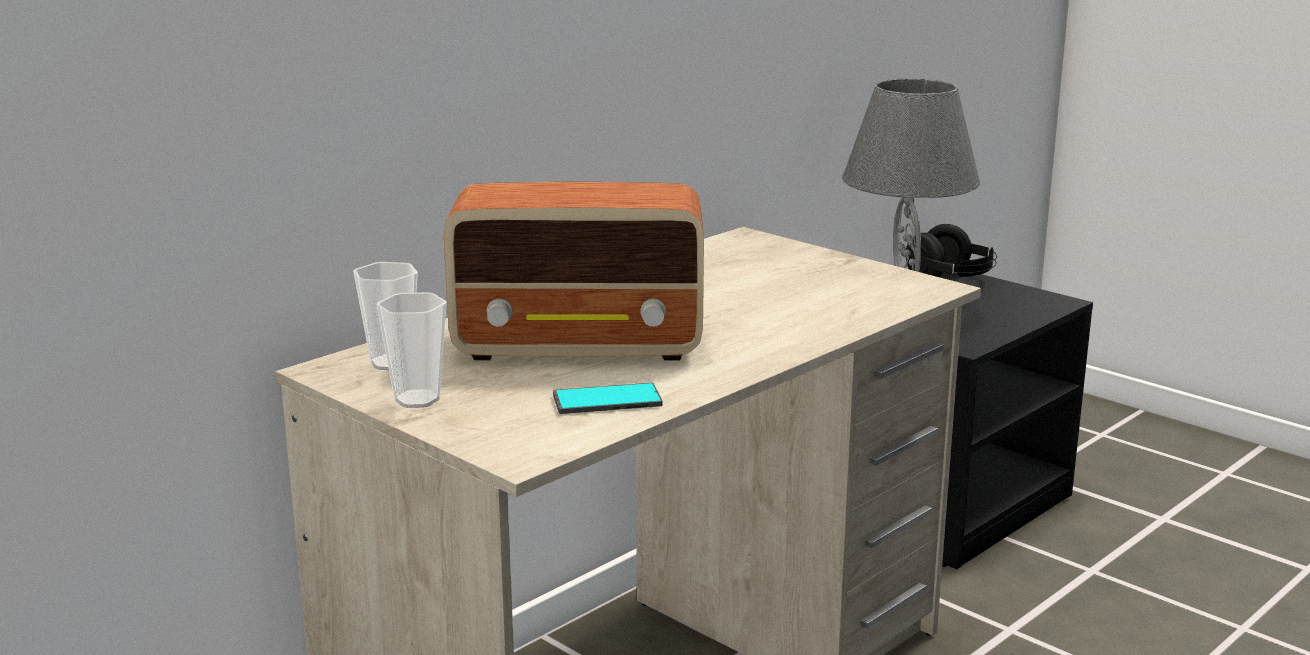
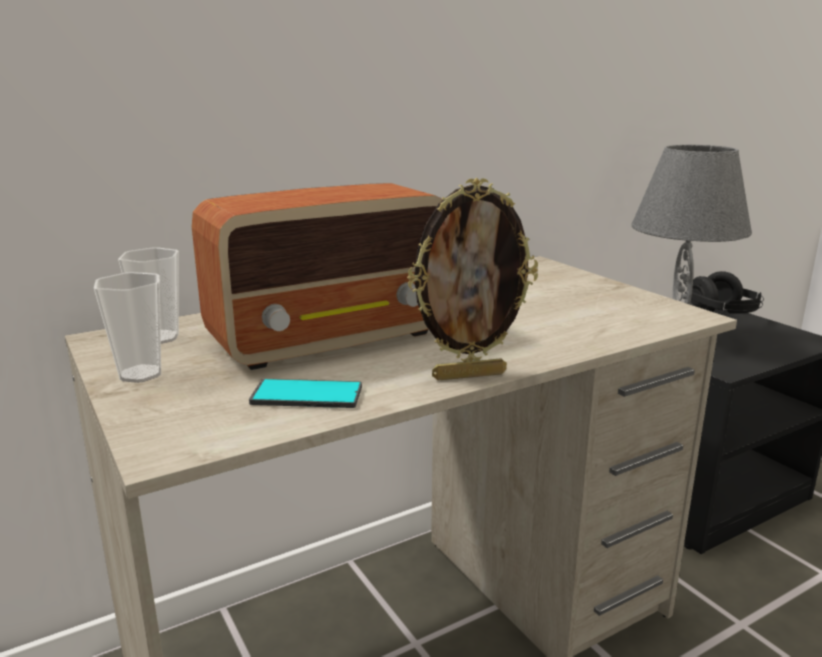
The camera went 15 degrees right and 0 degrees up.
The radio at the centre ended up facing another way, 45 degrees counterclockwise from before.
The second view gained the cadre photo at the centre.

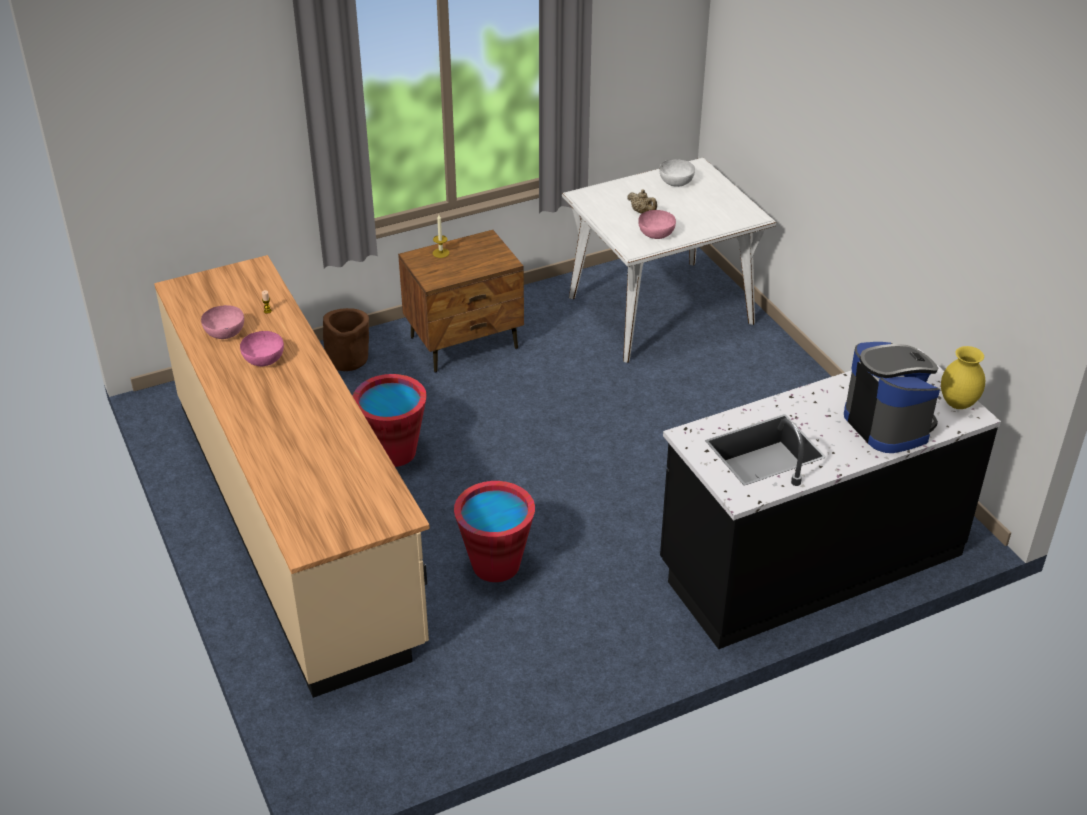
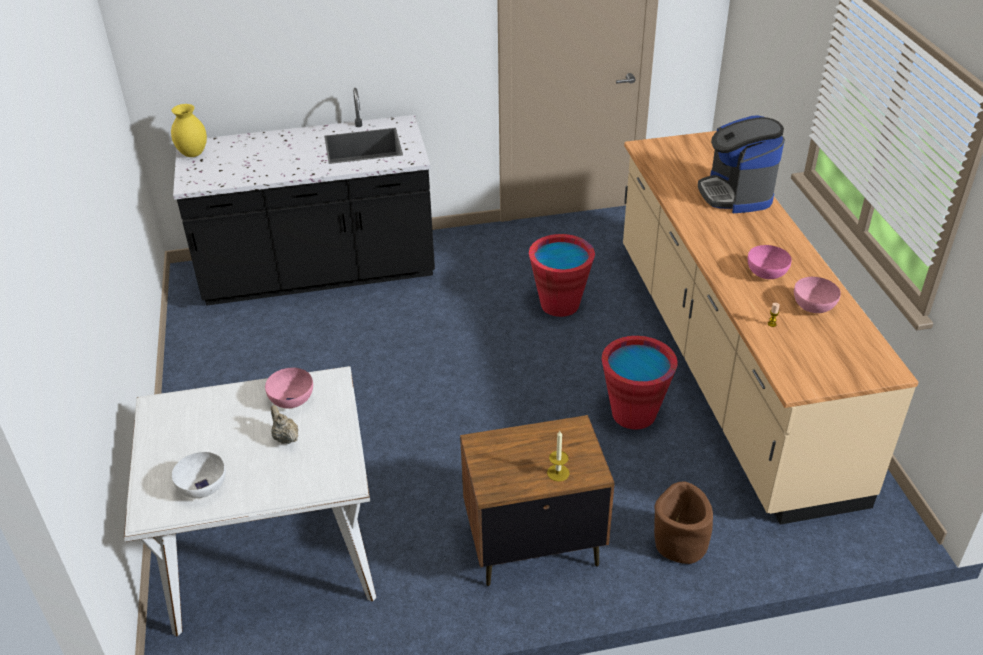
The camera went 165 degrees left and 0 degrees up.
The machine à café ended up elsewhere, having gone from the middle right to the top right.

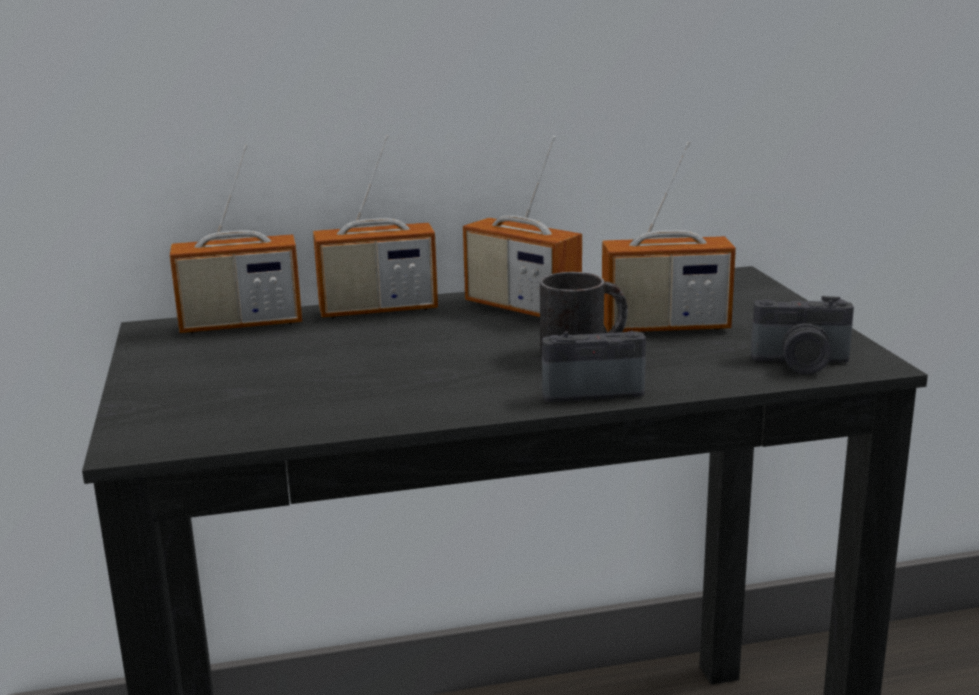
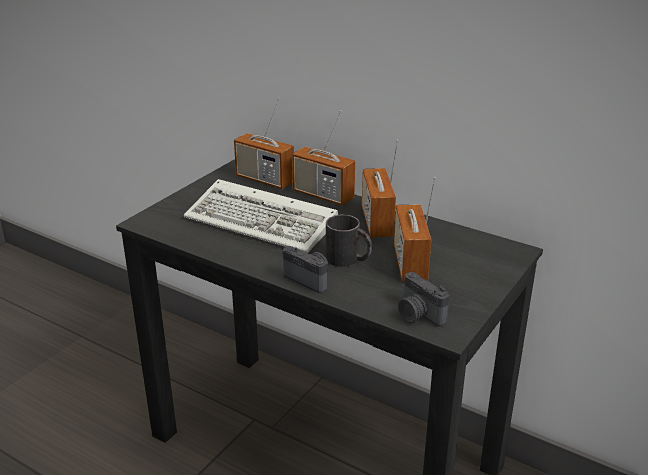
The camera went 45 degrees right and 10 degrees up.
The second view gained the clavier at the centre.
The radio (4th from left) at the middle right ended up facing another way, 45 degrees clockwise from before.

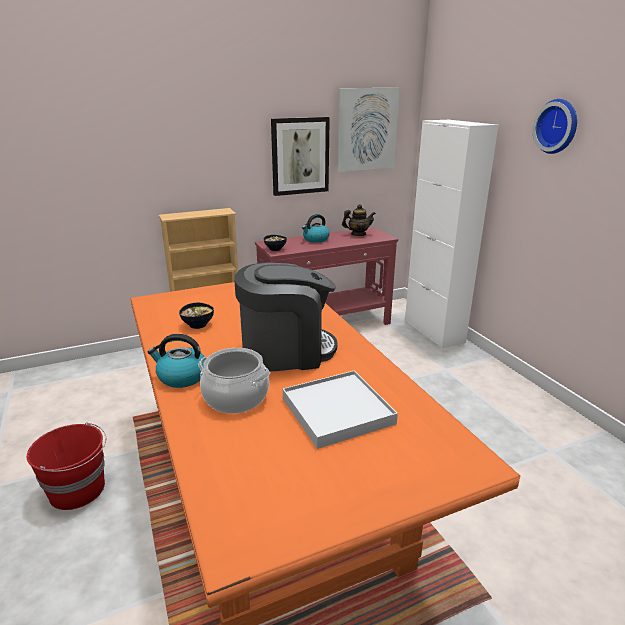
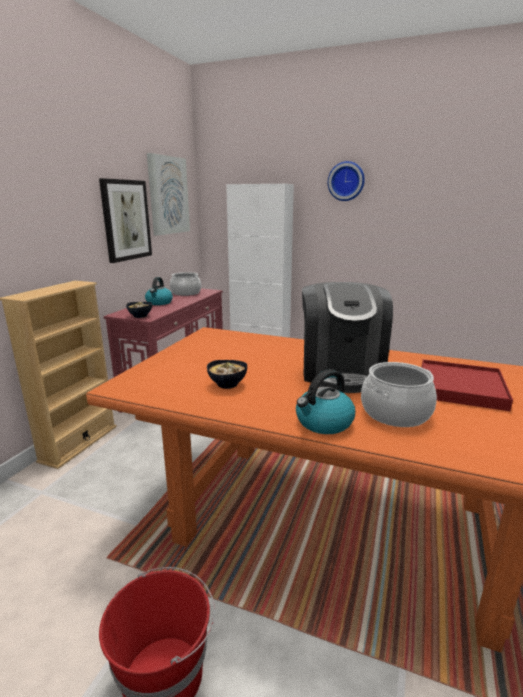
The camera went 45 degrees left and 5 degrees down.
Where the théière stood at the centre, the marmite (1st from left) came to stand at the centre.
The machine à café at the centre ended up facing another way, 150 degrees clockwise from before.
What was the plateau/blanc at the centre turned into the plateau/rouge at the middle right.

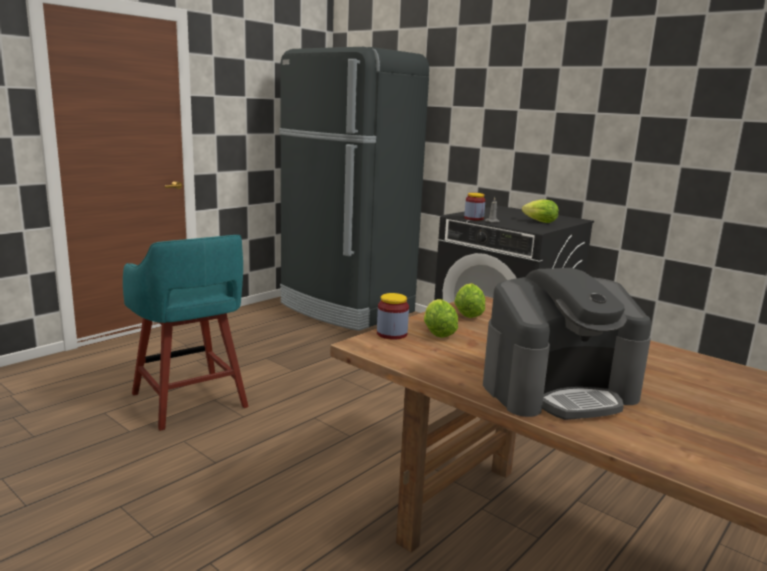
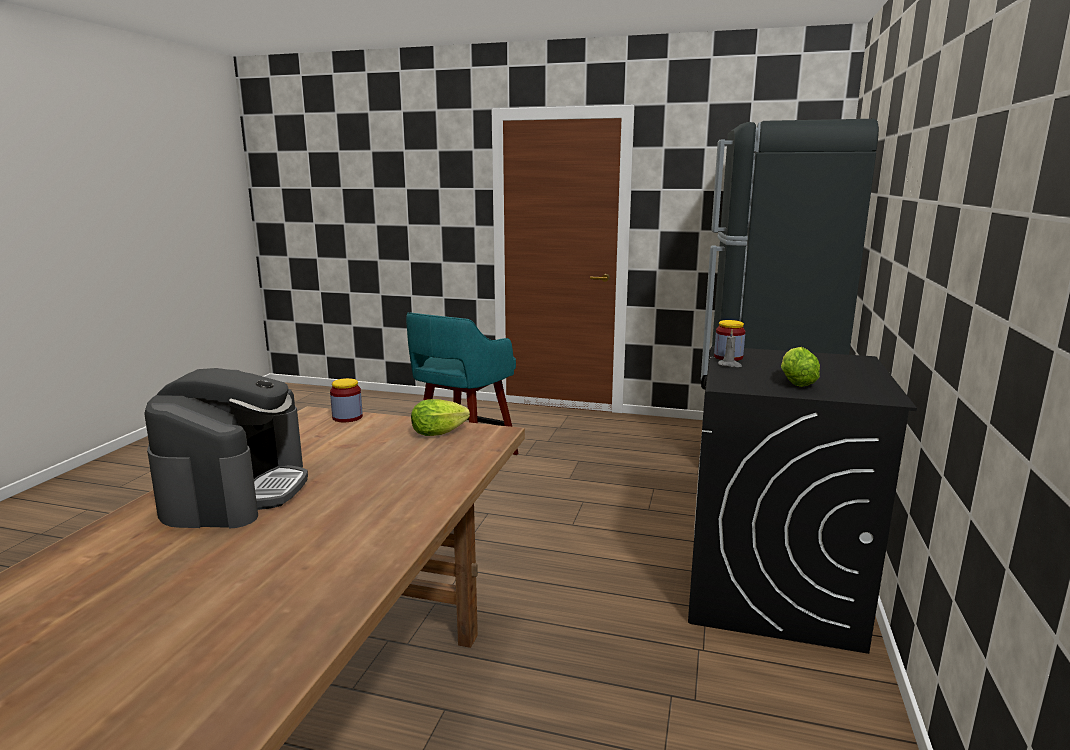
The camera went 65 degrees right and 0 degrees up.
The machine à café at the middle right ended up facing another way, 135 degrees counterclockwise from before.
The second view lost the laitue (1st from left) at the centre.

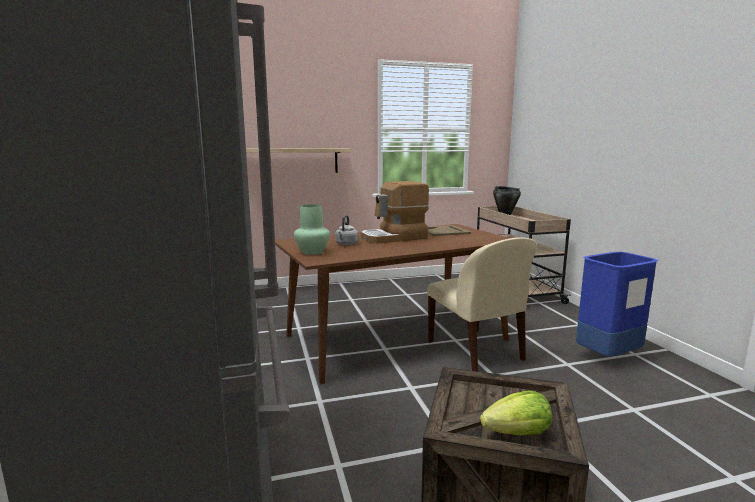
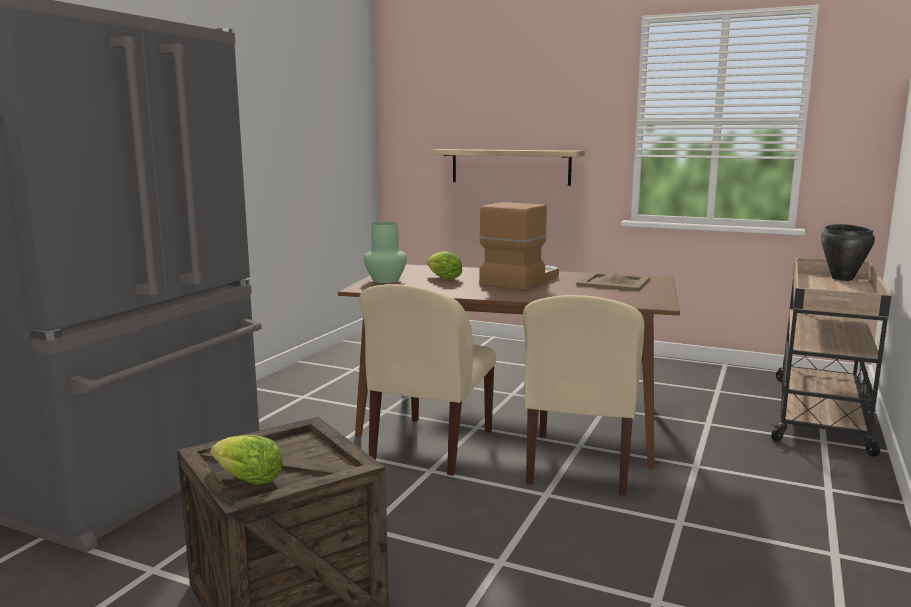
The camera went 40 degrees right and 0 degrees up.
The second view gained the chaise/beige (1st from left) at the centre.
Where the bouilloire/gris stood at the centre, the laitue (2nd from left) came to stand at the centre.
The machine à café at the centre ended up facing another way, 105 degrees clockwise from before.
The second view lost the poubelle/bleu at the middle right.

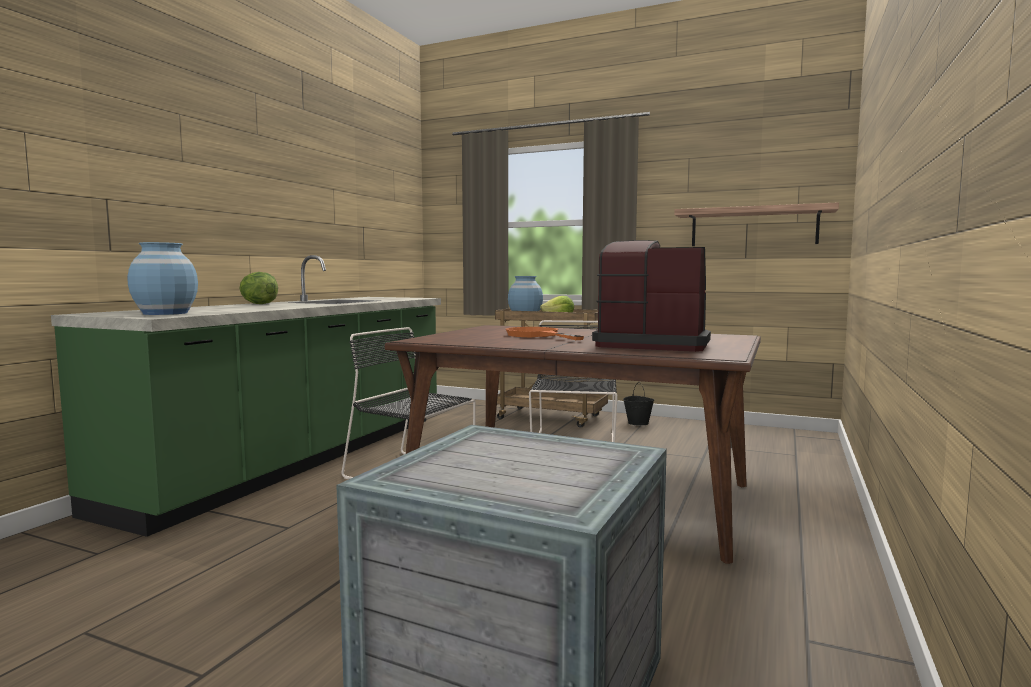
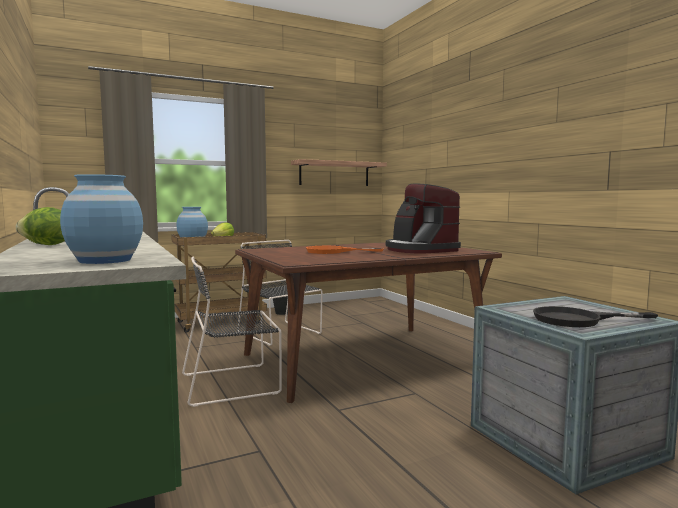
The camera went 50 degrees left and 0 degrees up.
The machine à café at the centre ended up facing another way, 90 degrees counterclockwise from before.
The second view gained the poêle/noir at the middle right.

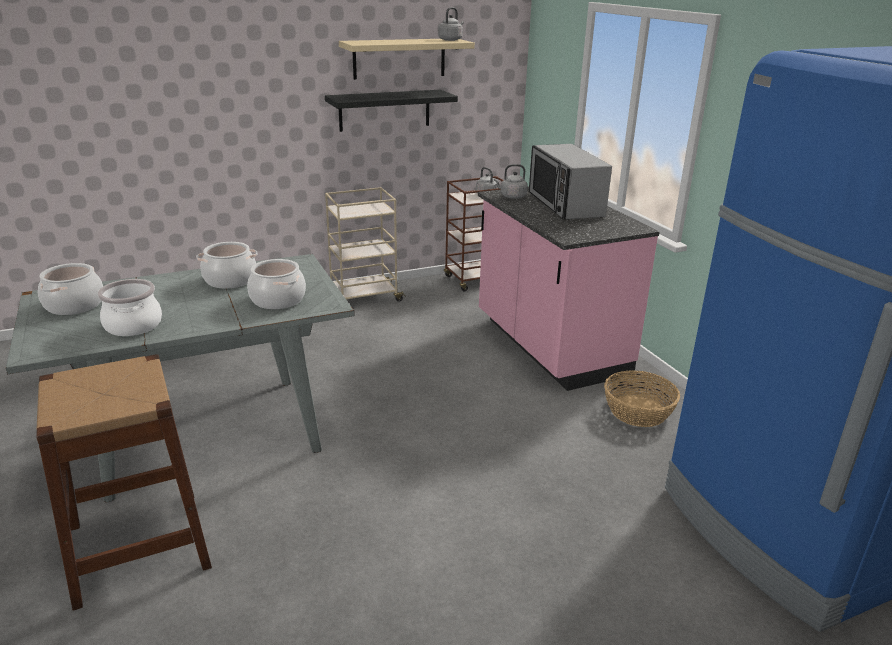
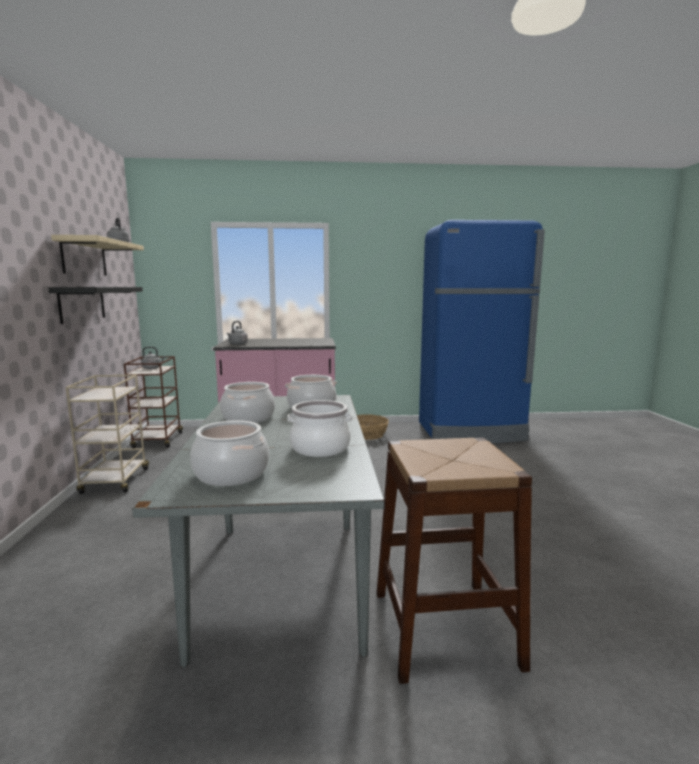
The camera went 70 degrees left and 15 degrees down.
The second view lost the micro-ondes at the top centre.

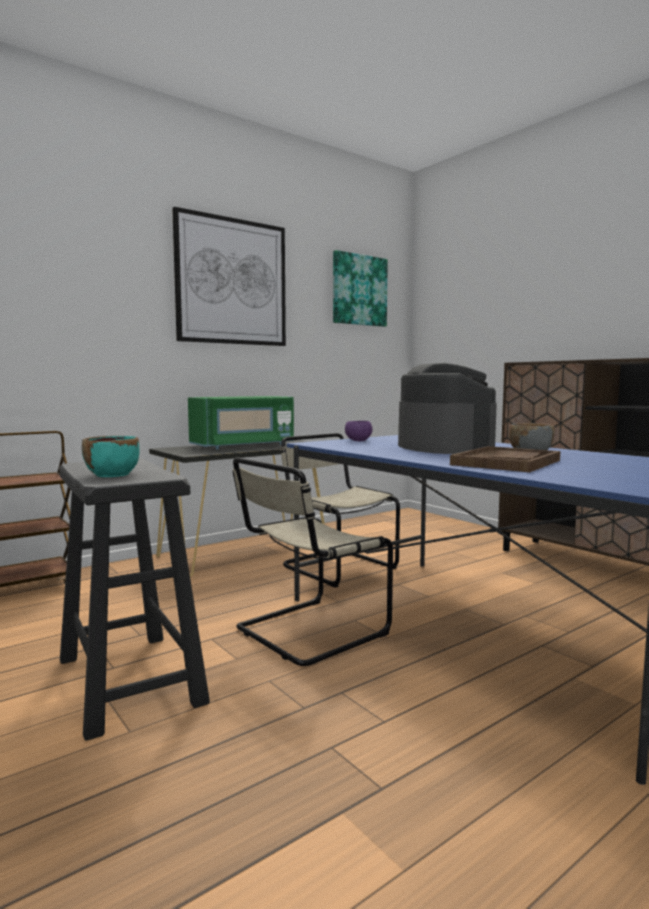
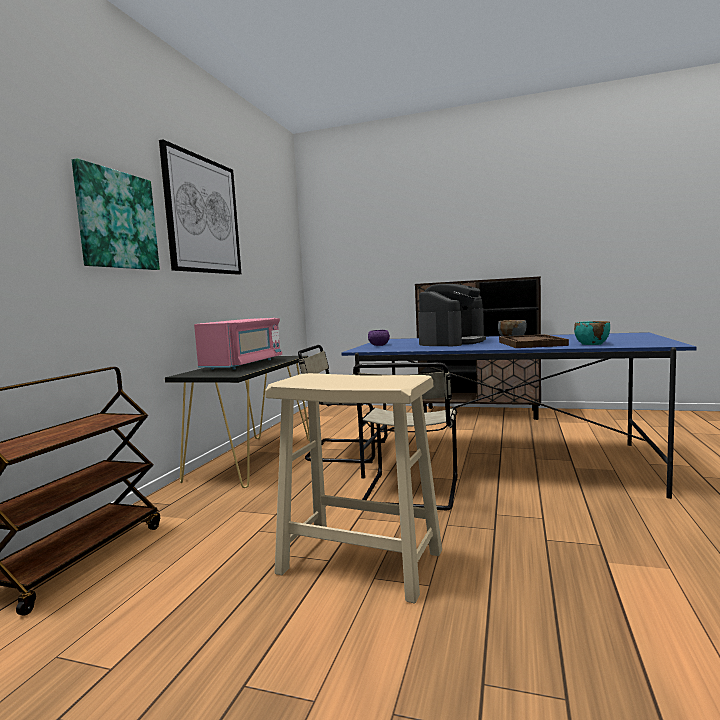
The camera went 35 degrees left and 0 degrees up.
The tableau (2nd from left in the first image) ended up elsewhere, having gone from the top centre to the top left.
What was the micro-ondes/vert at the centre turned into the micro-ondes/rose at the middle left.
What was the tabouret/noir at the middle left turned into the tabouret/beige at the bottom centre.
The machine à café at the middle right ended up facing another way, 90 degrees clockwise from before.
The bol/turquoise ended up elsewhere, having gone from the middle left to the middle right.

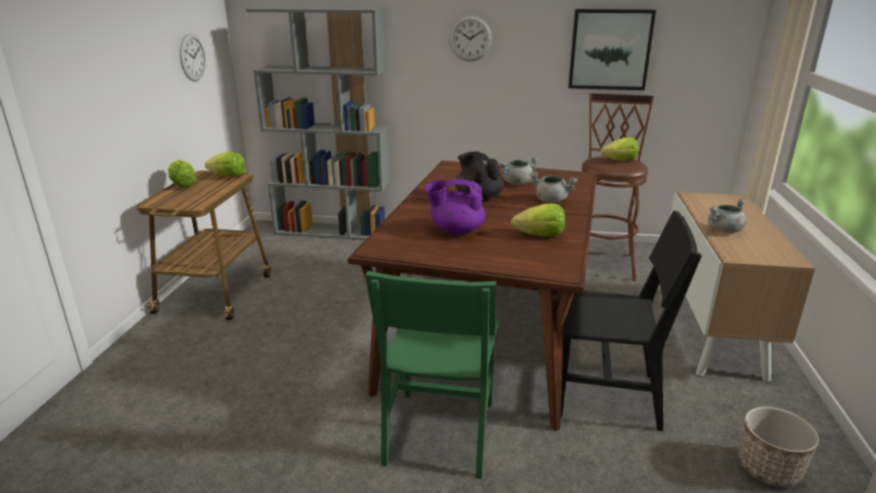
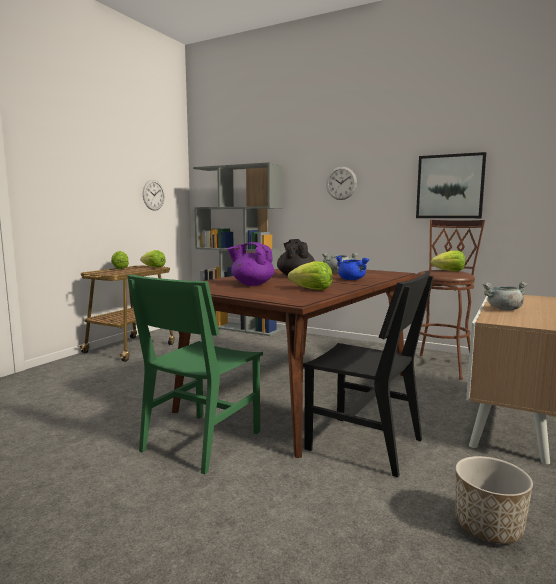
The camera went 20 degrees right and 15 degrees down.
What was the marmite/gris (2nd from left) at the centre turned into the marmite/bleu at the centre.

